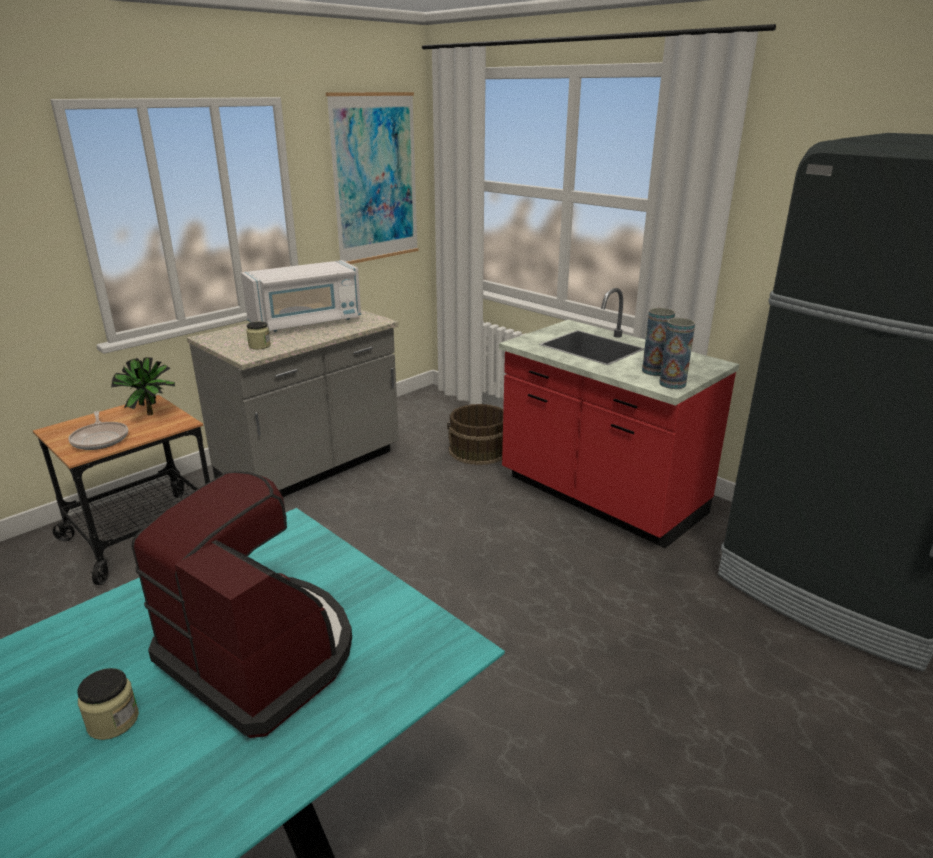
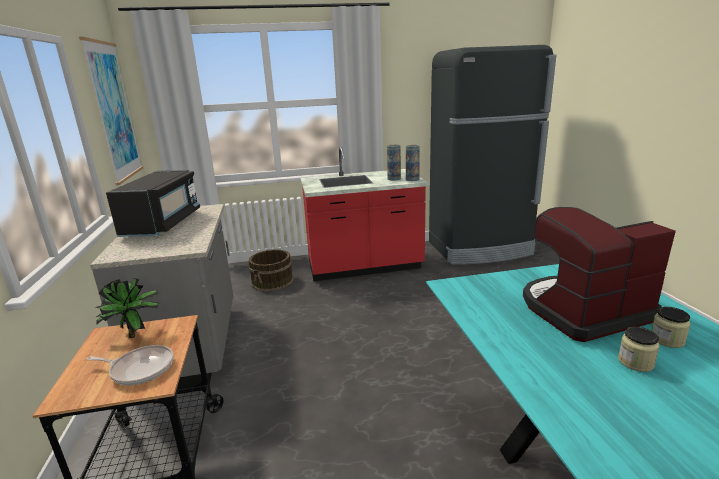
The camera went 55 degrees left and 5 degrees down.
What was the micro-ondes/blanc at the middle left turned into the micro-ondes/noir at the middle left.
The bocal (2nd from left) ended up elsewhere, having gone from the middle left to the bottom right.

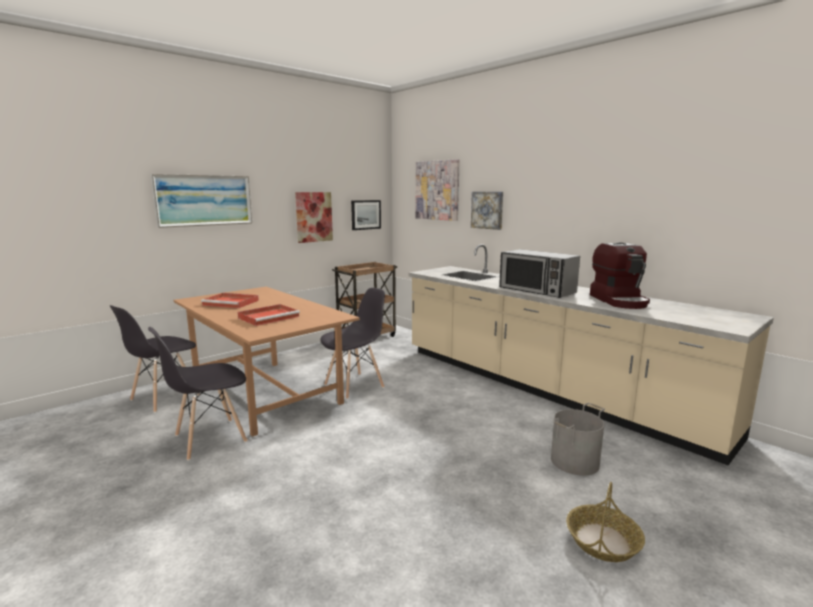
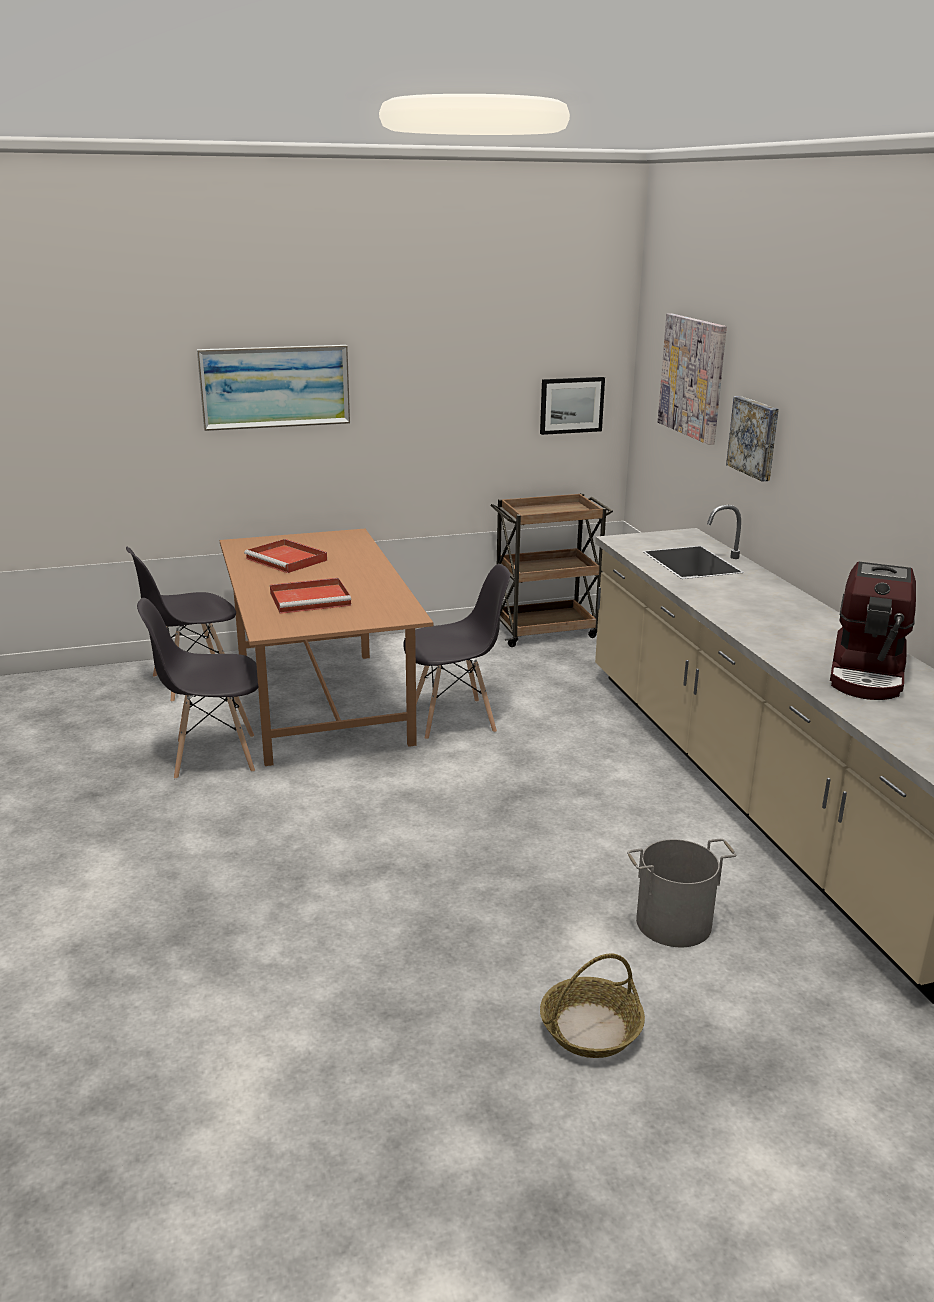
The camera went 25 degrees right and 10 degrees up.
The second view lost the tableau (2nd from left) at the centre.
The second view lost the micro-ondes at the centre.

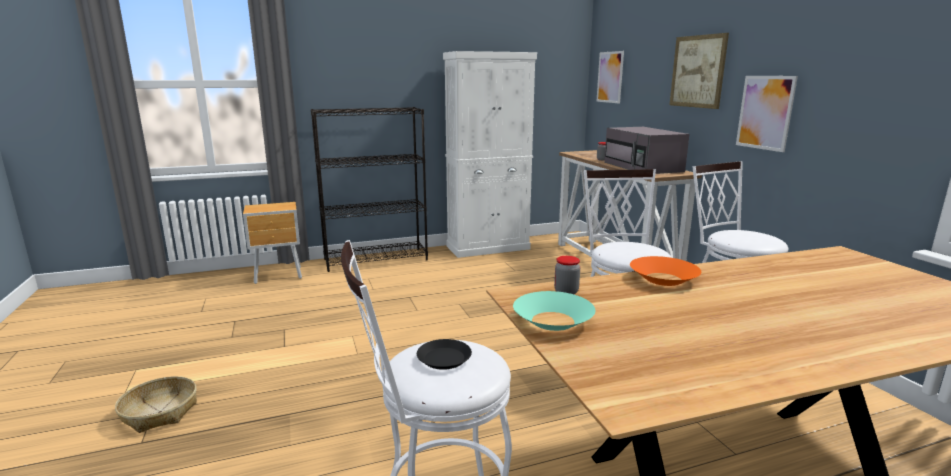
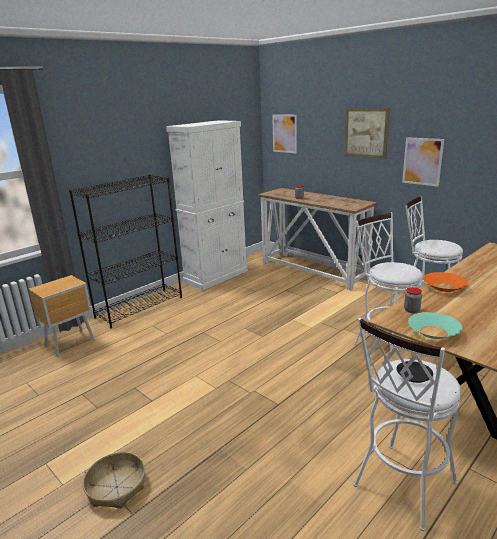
The camera went 25 degrees left and 5 degrees up.
The second view lost the micro-ondes/gris at the top right.

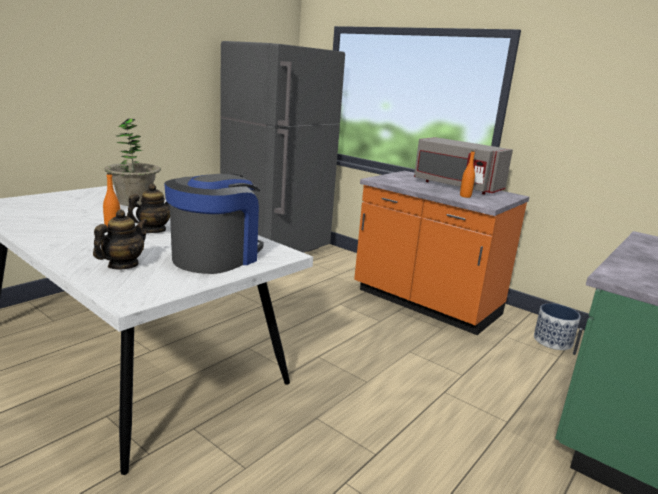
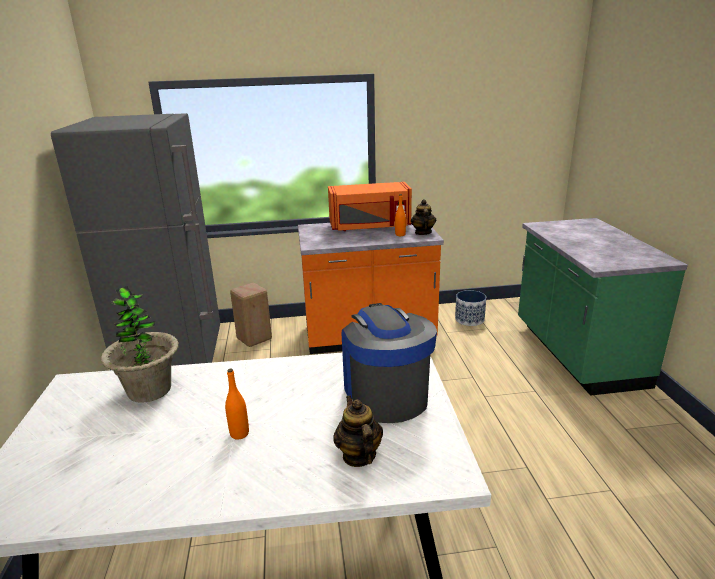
The camera went 45 degrees left and 5 degrees up.
The second view gained the tabouret/beige at the centre.
What was the micro-ondes/gris at the middle right turned into the micro-ondes/orange at the centre.
The théière (2nd from left) ended up elsewhere, having gone from the middle left to the centre.

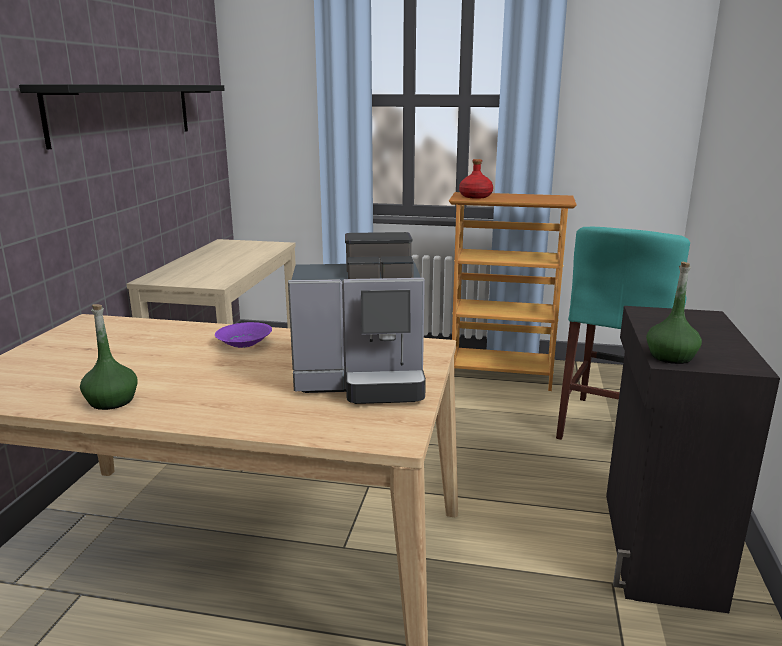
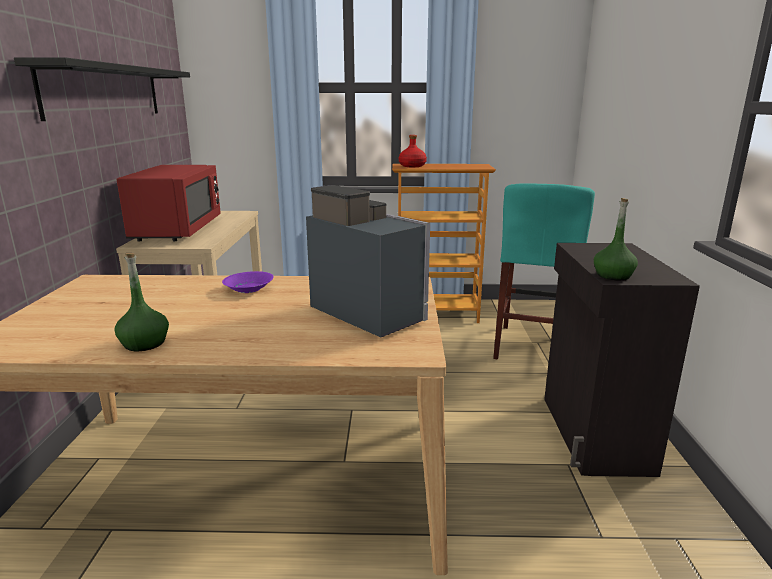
The camera went 10 degrees left and 0 degrees up.
The second view gained the micro-ondes/rouge at the middle left.
The machine à café at the centre ended up facing another way, 120 degrees counterclockwise from before.

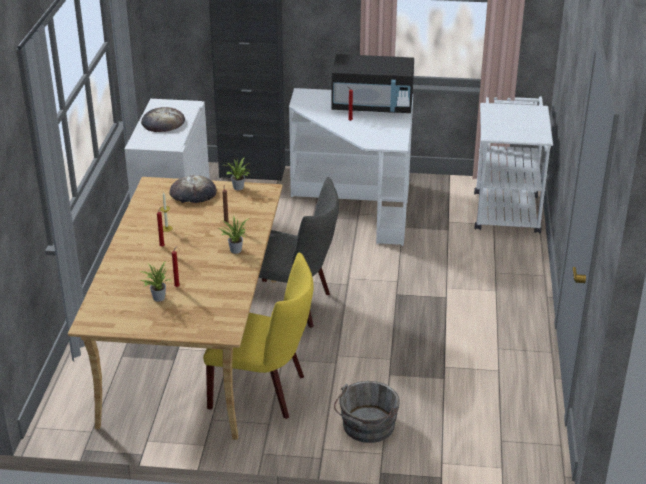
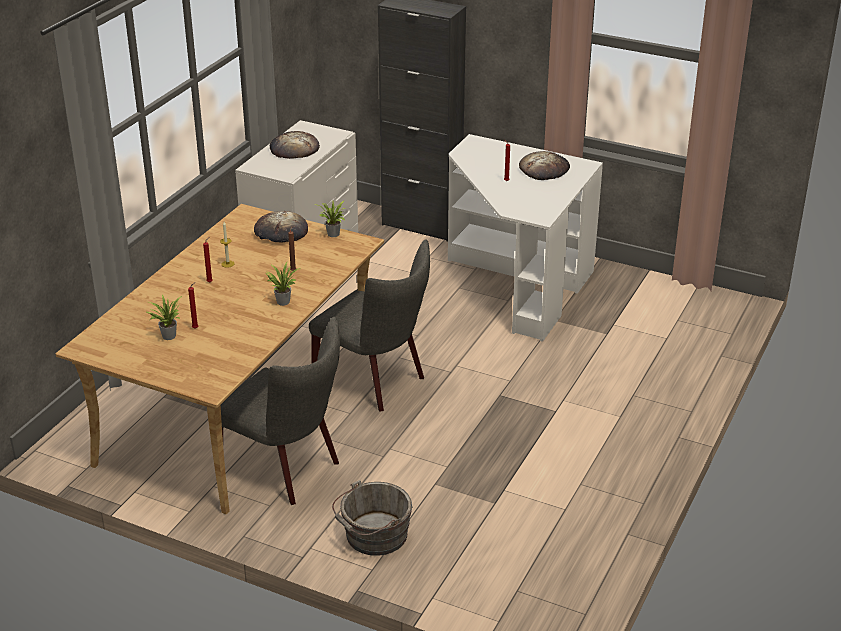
The camera went 20 degrees right and 0 degrees up.
What was the chaise/jaune at the bottom centre turned into the chaise/gris (1st from left) at the middle left.
Where the micro-ondes/noir stood at the top centre, the pain (3rd from left) came to stand at the top centre.
The second view lost the chariot/blanc at the middle right.

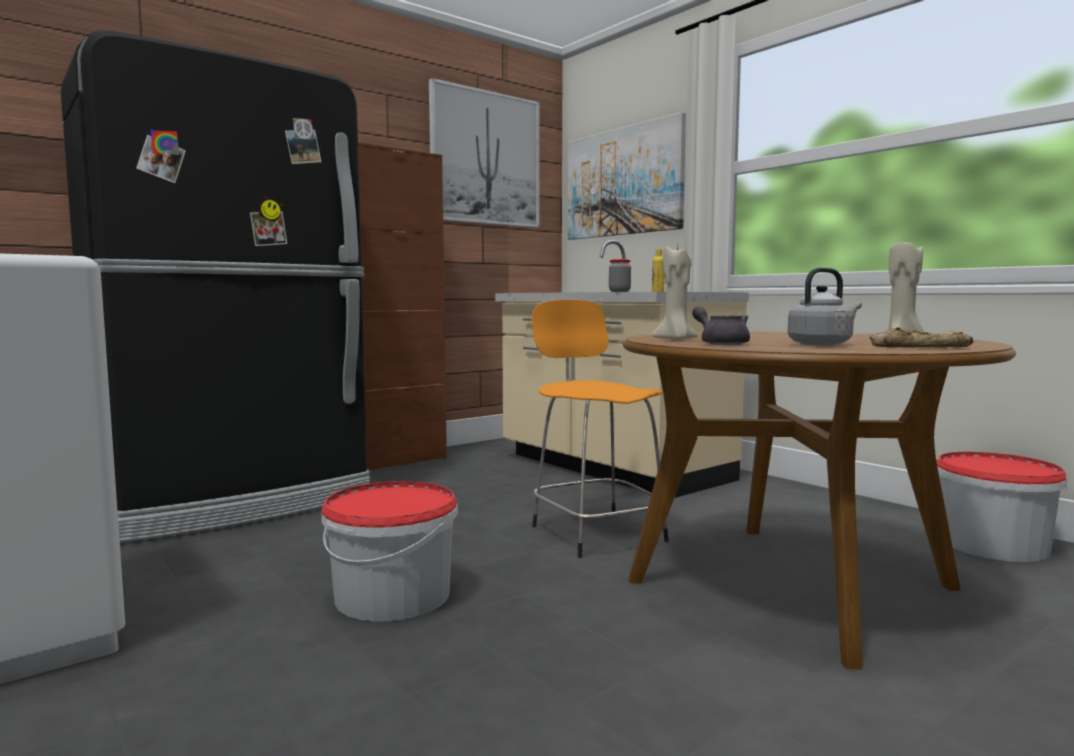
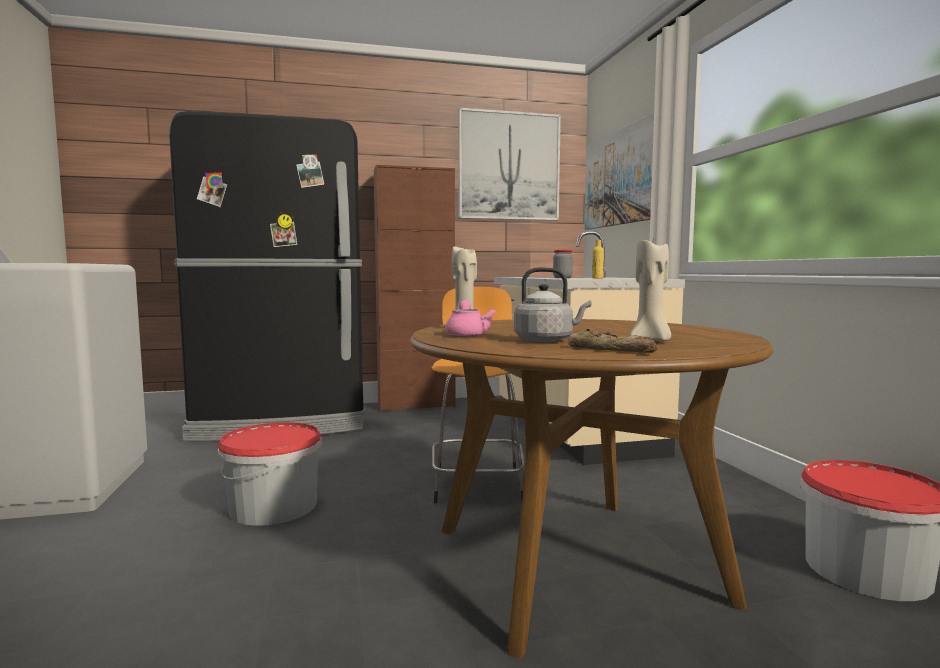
The camera went 25 degrees right and 0 degrees up.
What was the théière/gris at the middle right turned into the théière/rose at the centre.

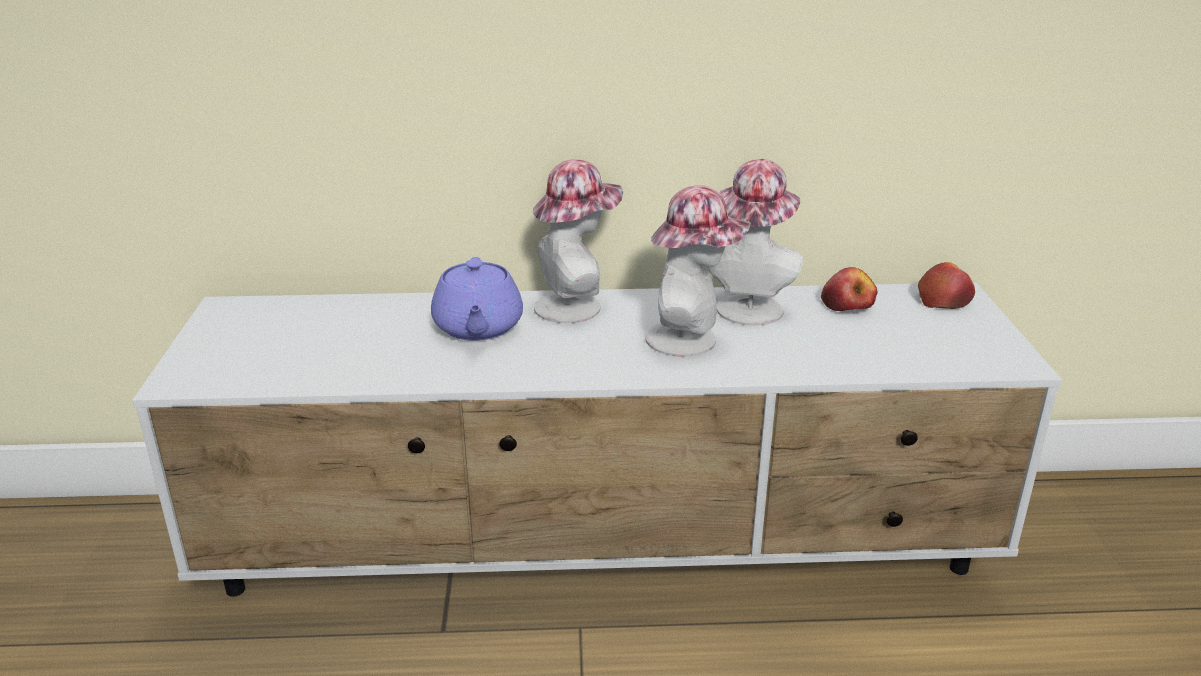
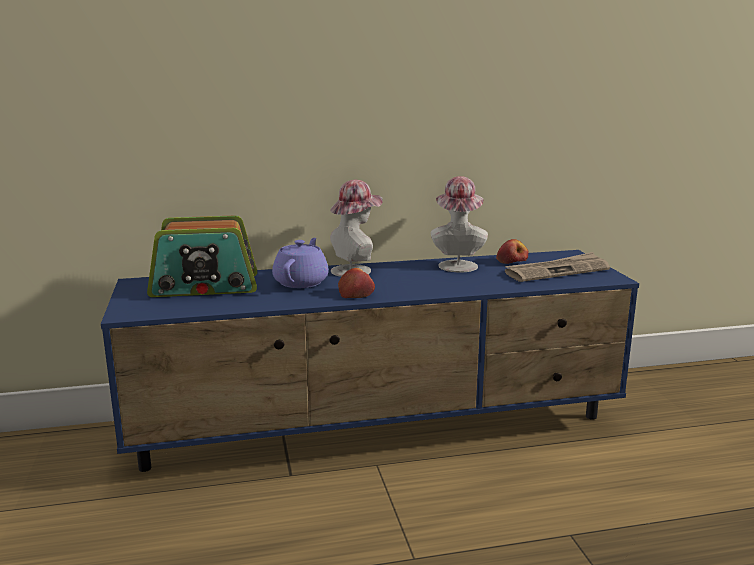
The camera went 10 degrees left and 10 degrees down.
What was the meuble télé/blanc at the centre turned into the meuble télé/bleu at the centre.
The second view gained the radio at the middle left.
The théière/violet at the centre ended up facing another way, 150 degrees counterclockwise from before.
The pomme (2nd from left in the first image) ended up elsewhere, having gone from the middle right to the centre.
The second view gained the journal at the middle right.
The second view lost the chapeau (2nd from left) at the centre.

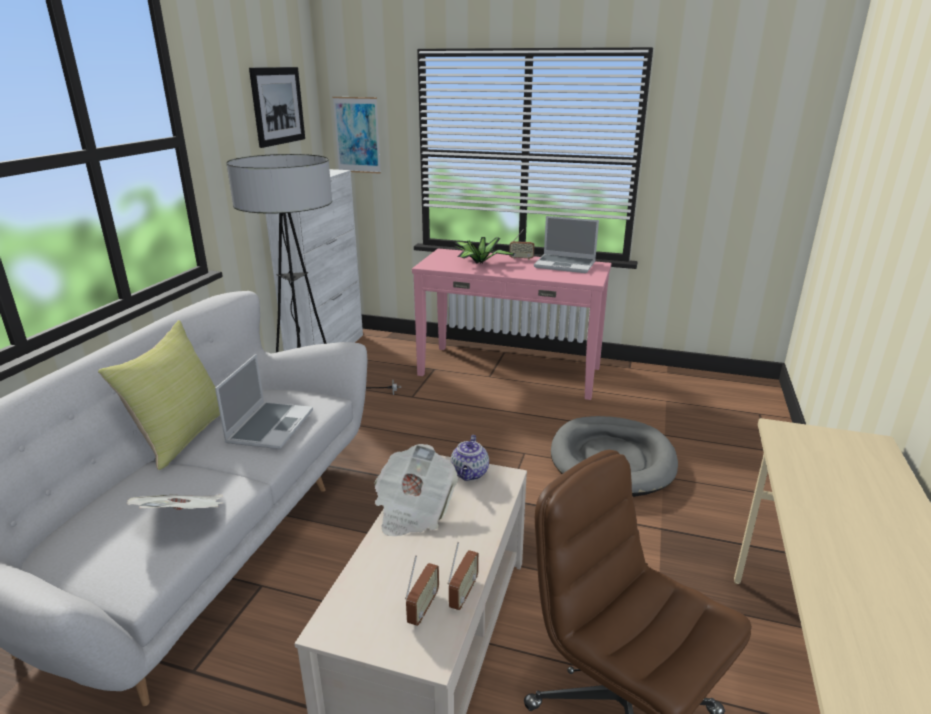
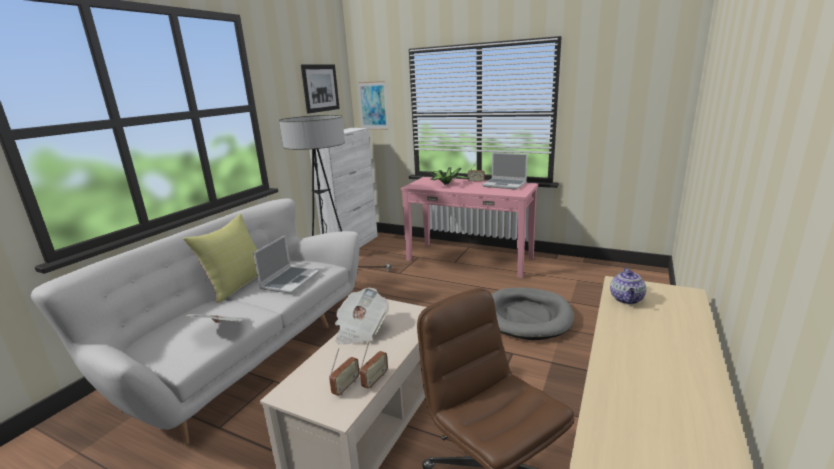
The camera went 10 degrees right and 5 degrees down.
The théière ended up elsewhere, having gone from the centre to the middle right.

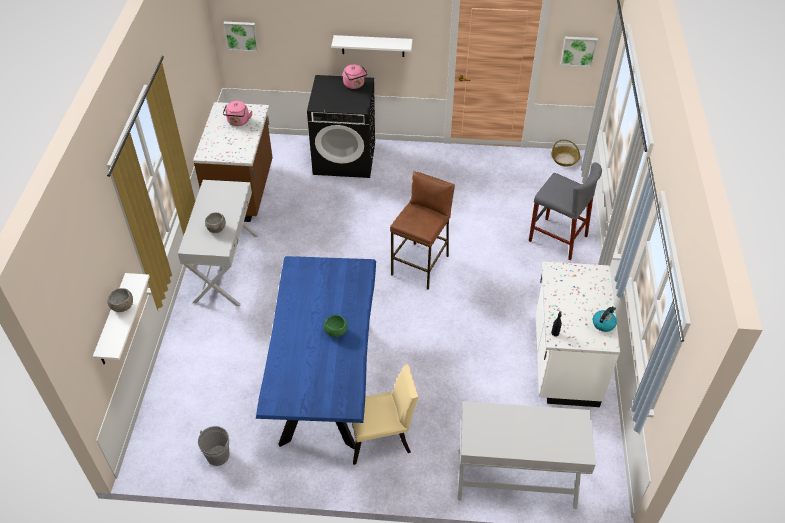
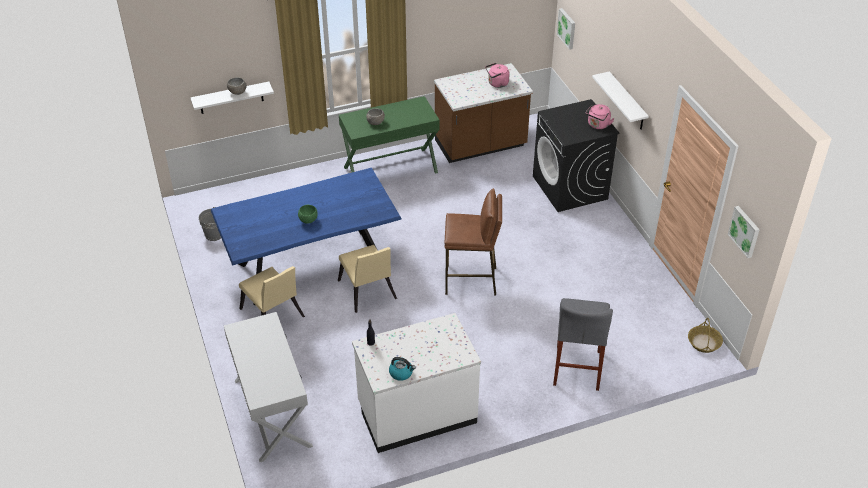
The camera went 65 degrees right and 5 degrees down.
The second view gained the chaise/beige (2nd from left) at the centre.
What was the table console/blanc (1st from left) at the middle left turned into the table console/vert at the top centre.

